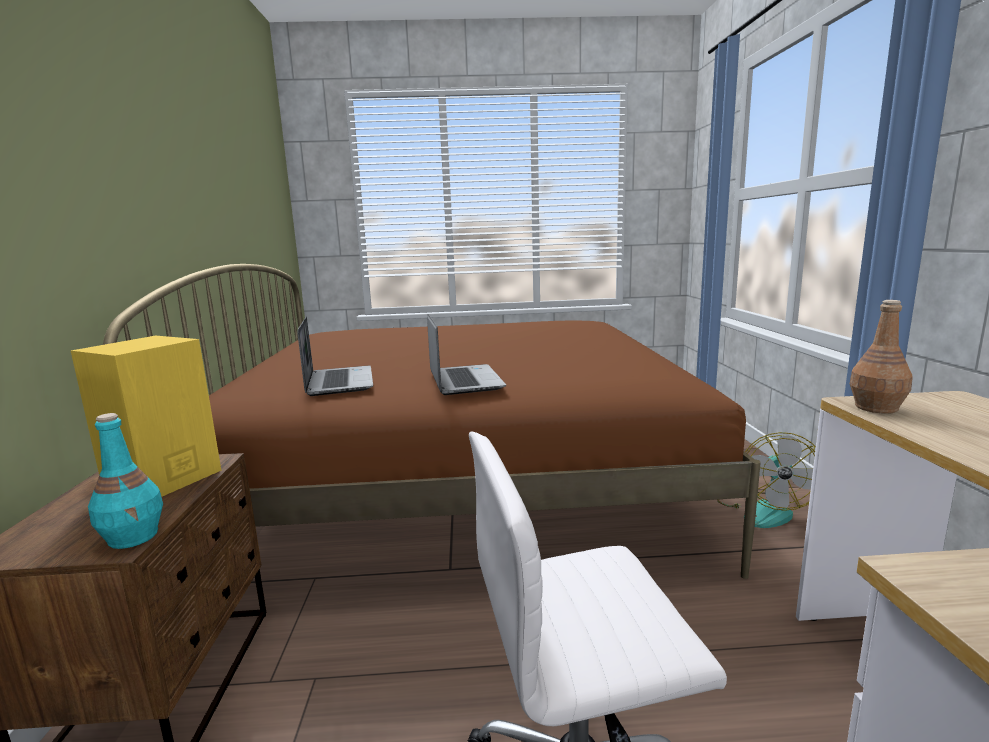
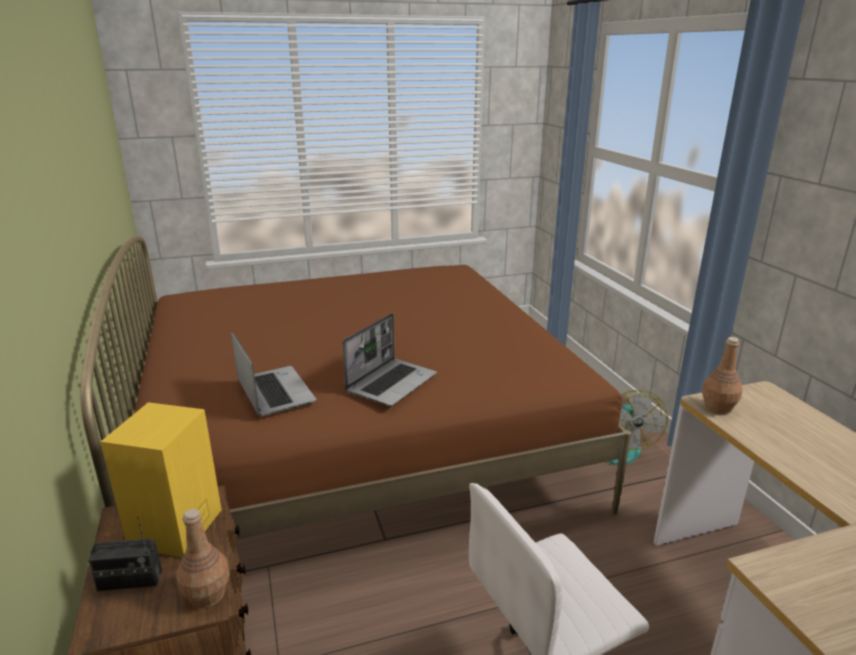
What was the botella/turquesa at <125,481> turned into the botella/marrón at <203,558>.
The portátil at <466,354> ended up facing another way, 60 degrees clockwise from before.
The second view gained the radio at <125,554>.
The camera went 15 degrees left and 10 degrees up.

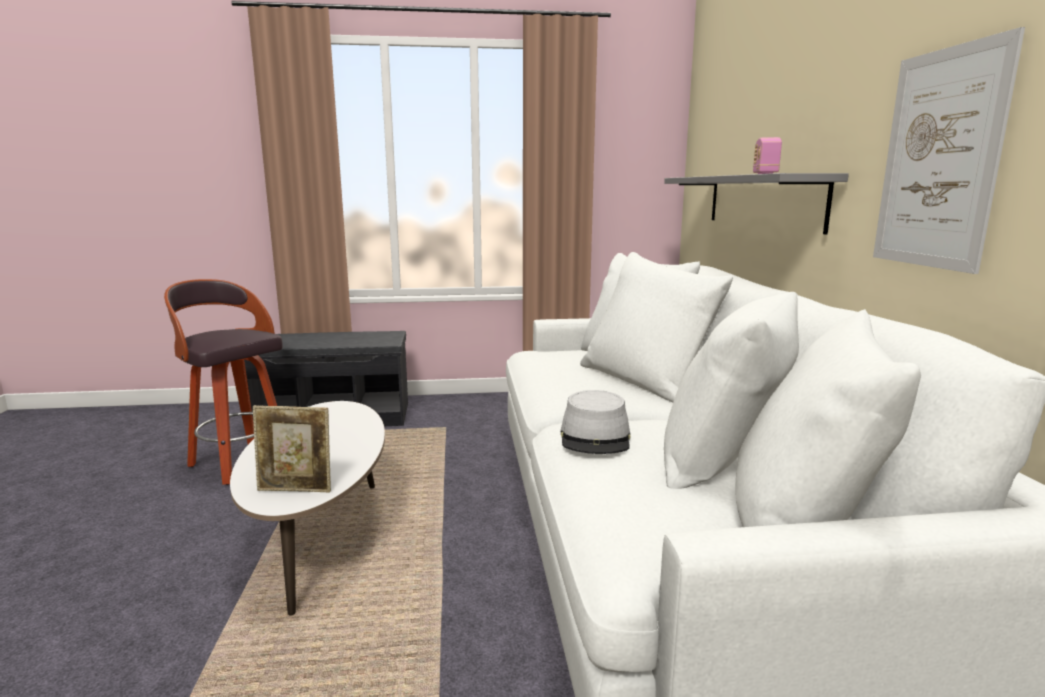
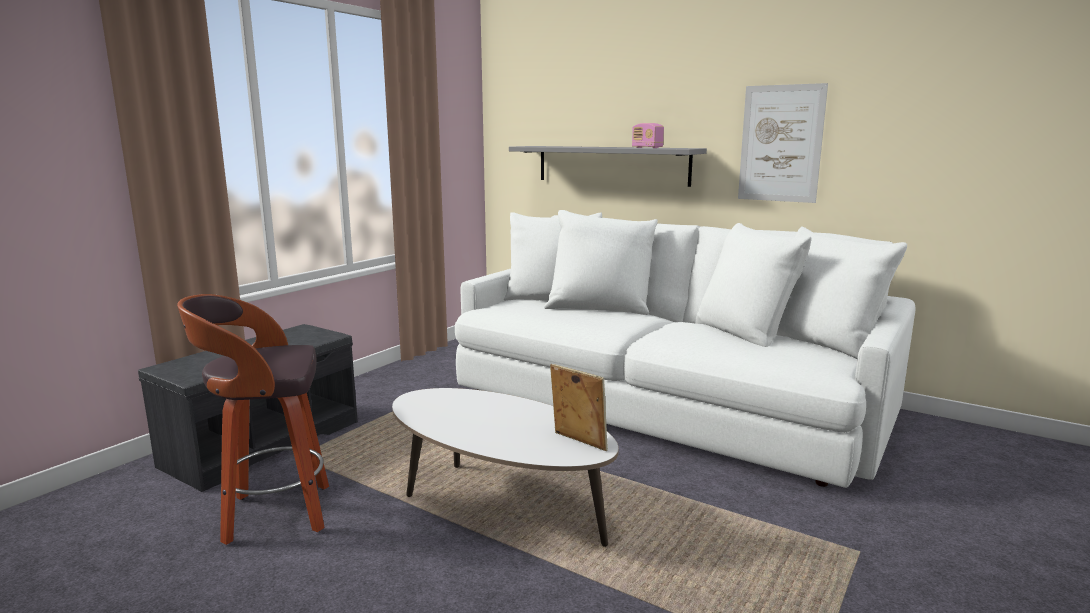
The portarretratos at <292,448> ended up facing another way, 90 degrees counterclockwise from before.
The second view lost the sombrero/gris at <595,422>.
The camera went 50 degrees left and 0 degrees up.

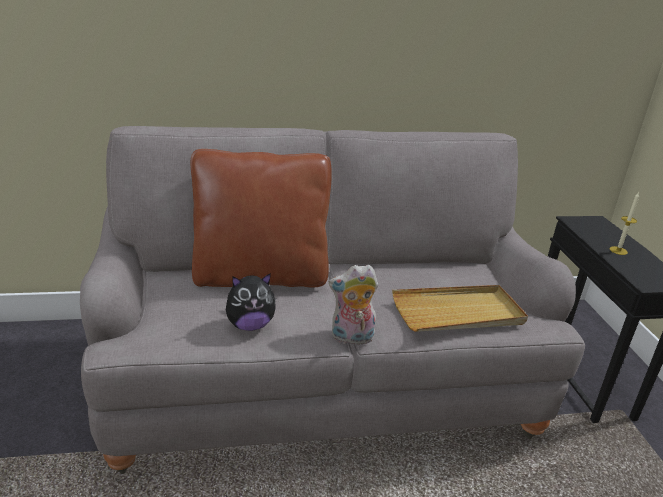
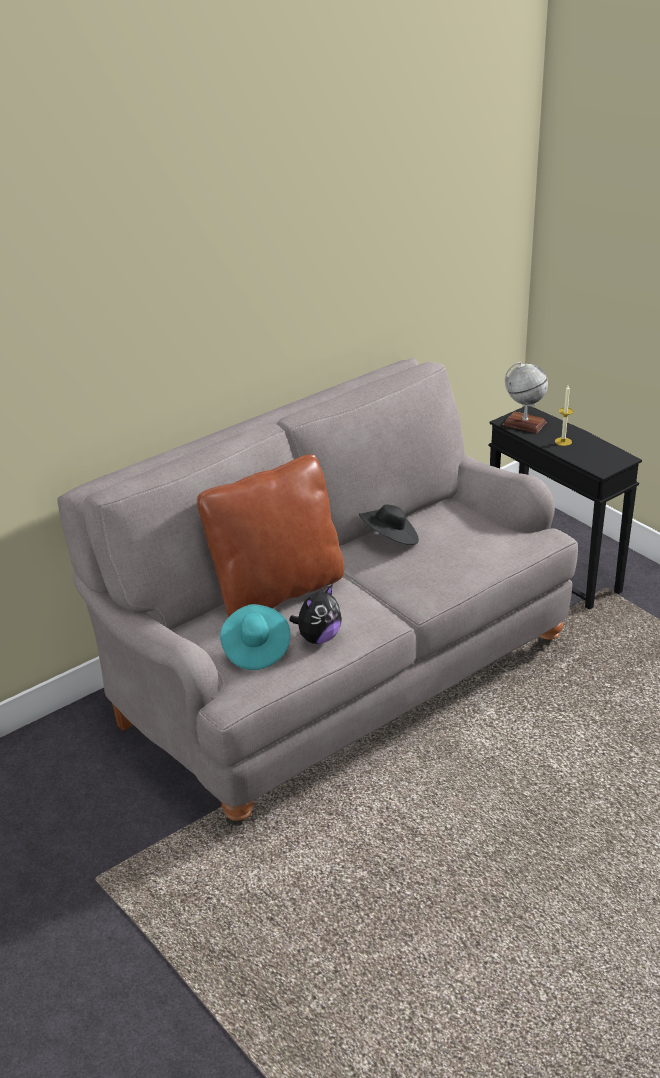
The second view lost the peluche at <353,305>.
The second view lost the bandeja/beis at <460,308>.
The second view gained the sombrero/turquesa at <255,637>.
The second view gained the sombrero/negro at <389,525>.
The second view gained the globo terráqueo at <525,397>.
The camera went 25 degrees left and 5 degrees up.

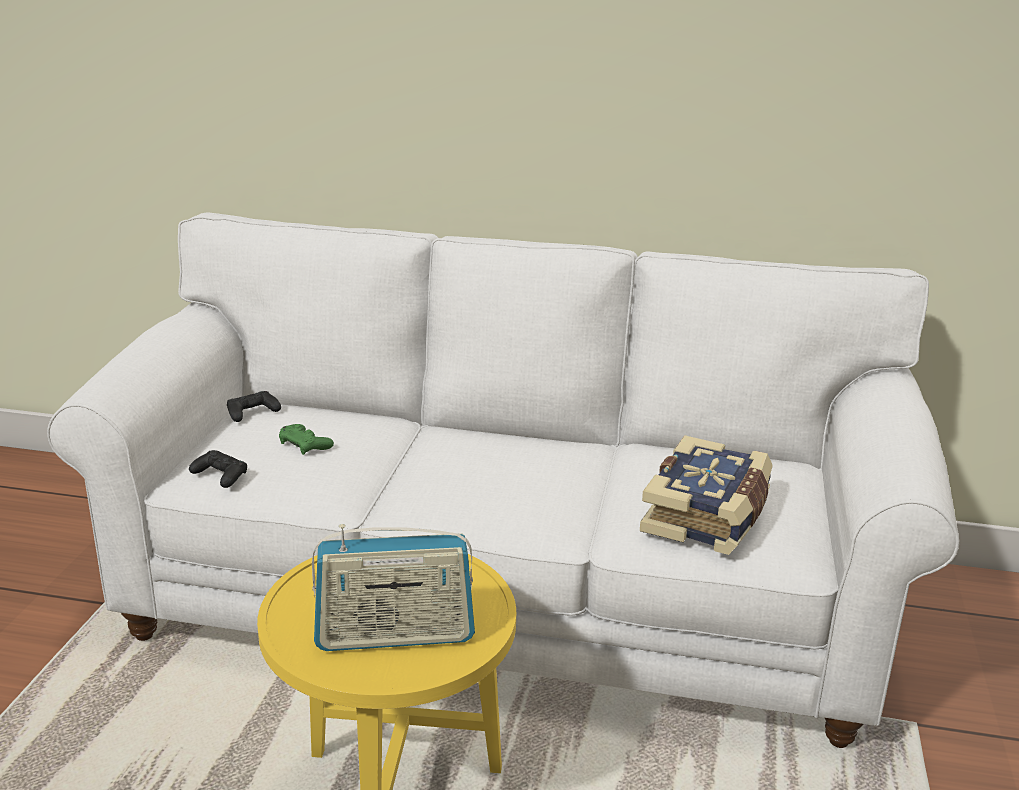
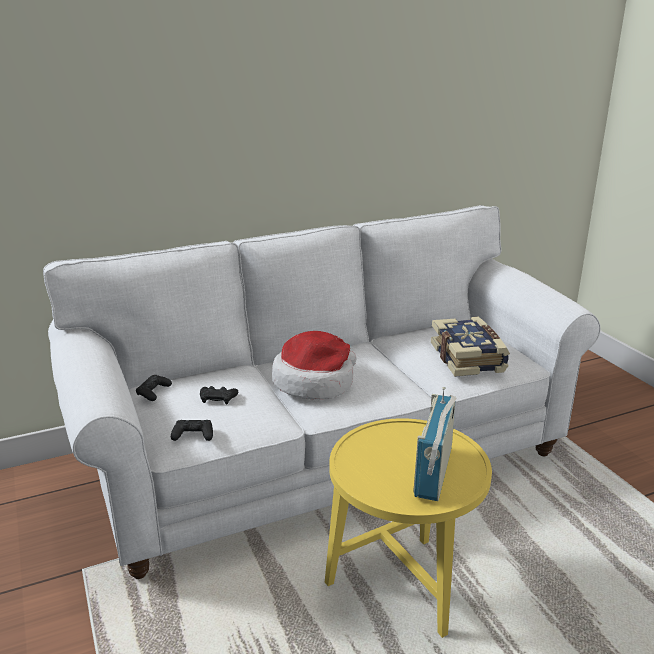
What was the mando de consola/verde at <306,439> turned into the mando de consola/negro at <219,395>.
The radio at <393,587> ended up facing another way, 150 degrees clockwise from before.
The second view gained the sombrero at <314,365>.
The camera went 35 degrees left and 0 degrees up.

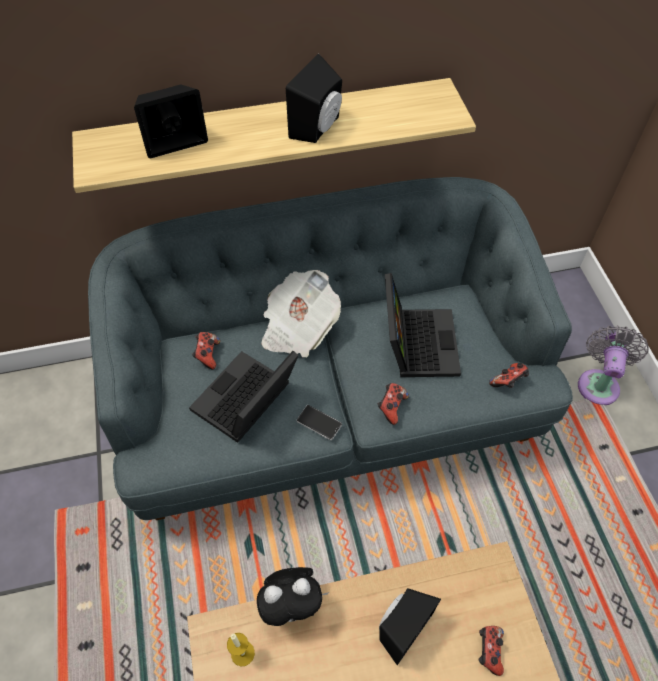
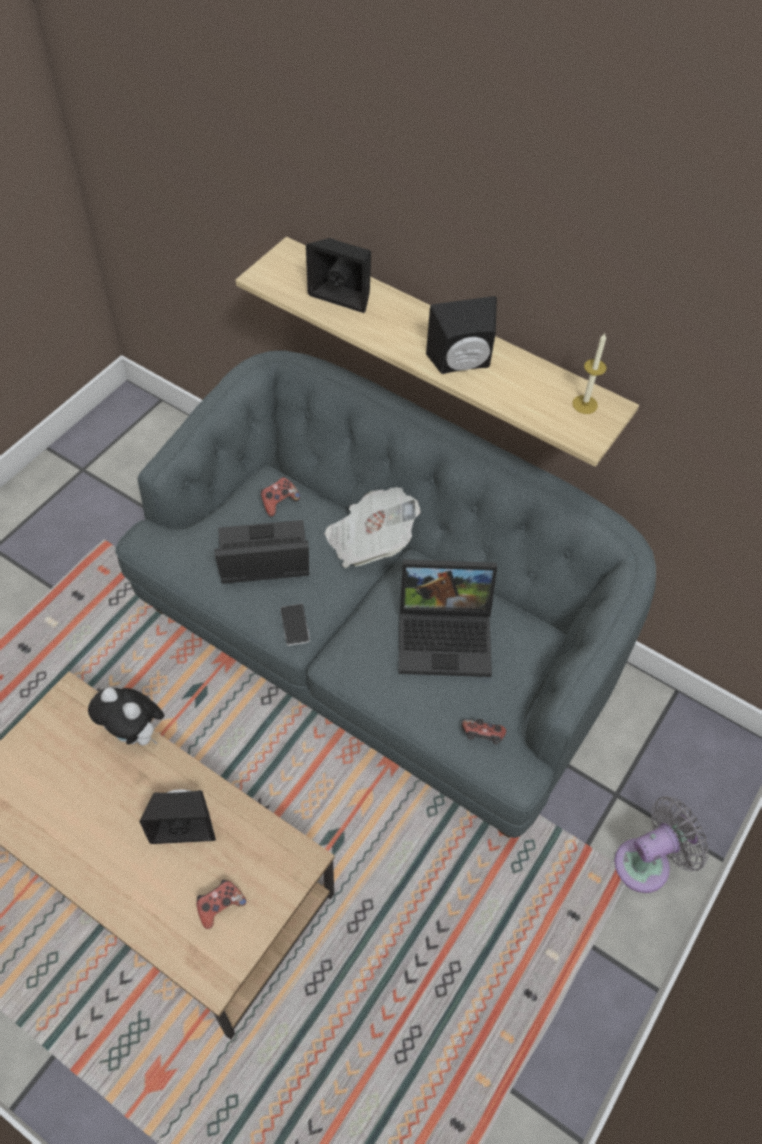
The vela ended up elsewhere, having gone from <241,649> to <589,373>.
The second view lost the mando de consola at <393,404>.
The portátil at <423,325> ended up facing another way, 45 degrees clockwise from before.
The camera went 45 degrees right and 0 degrees up.

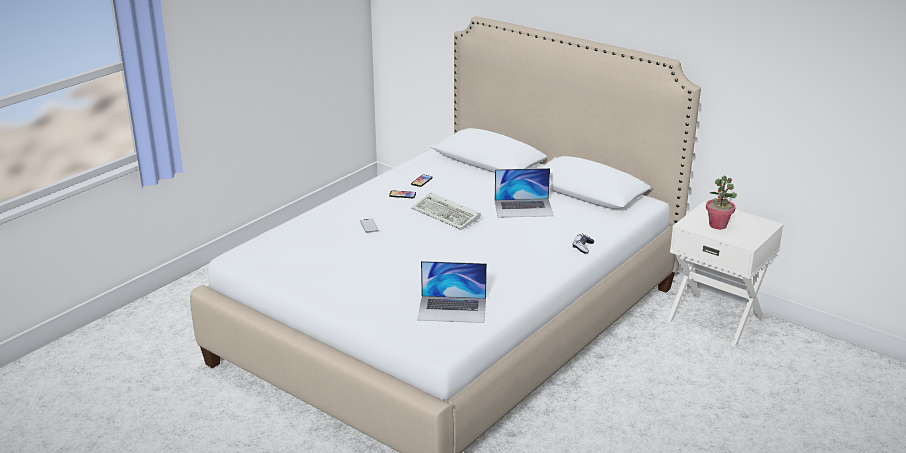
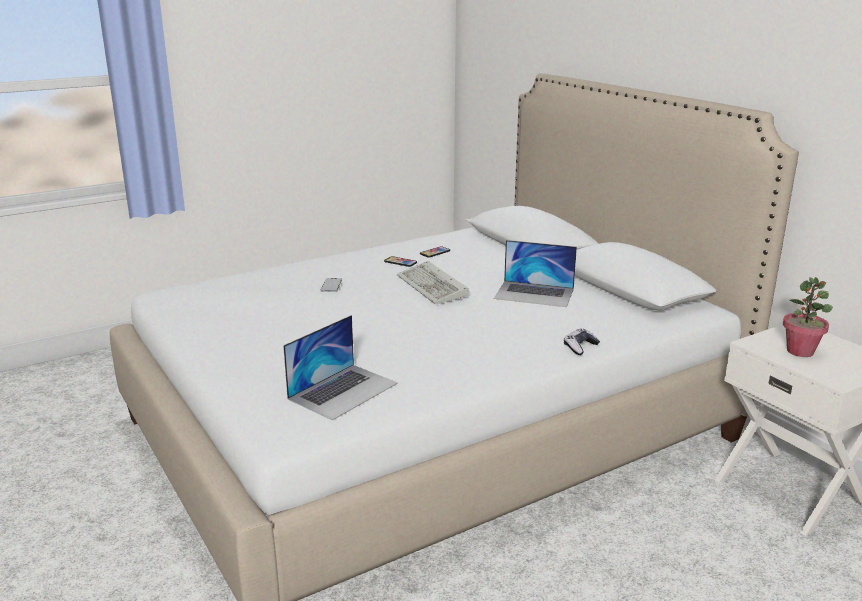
The portátil at <452,292> ended up facing another way, 75 degrees counterclockwise from before.
The camera went 20 degrees right and 5 degrees down.

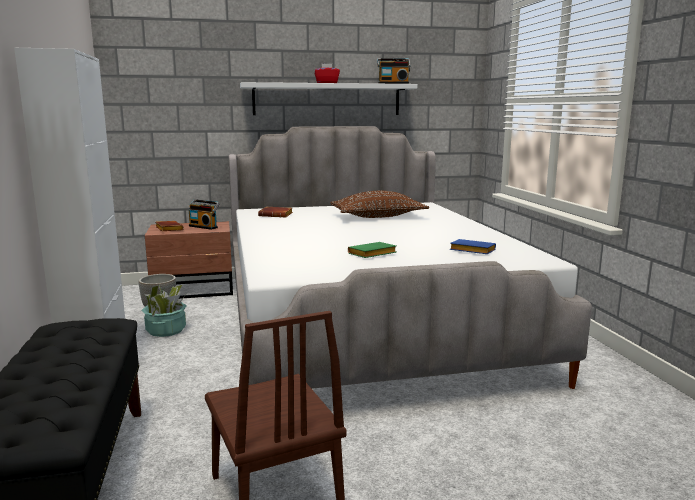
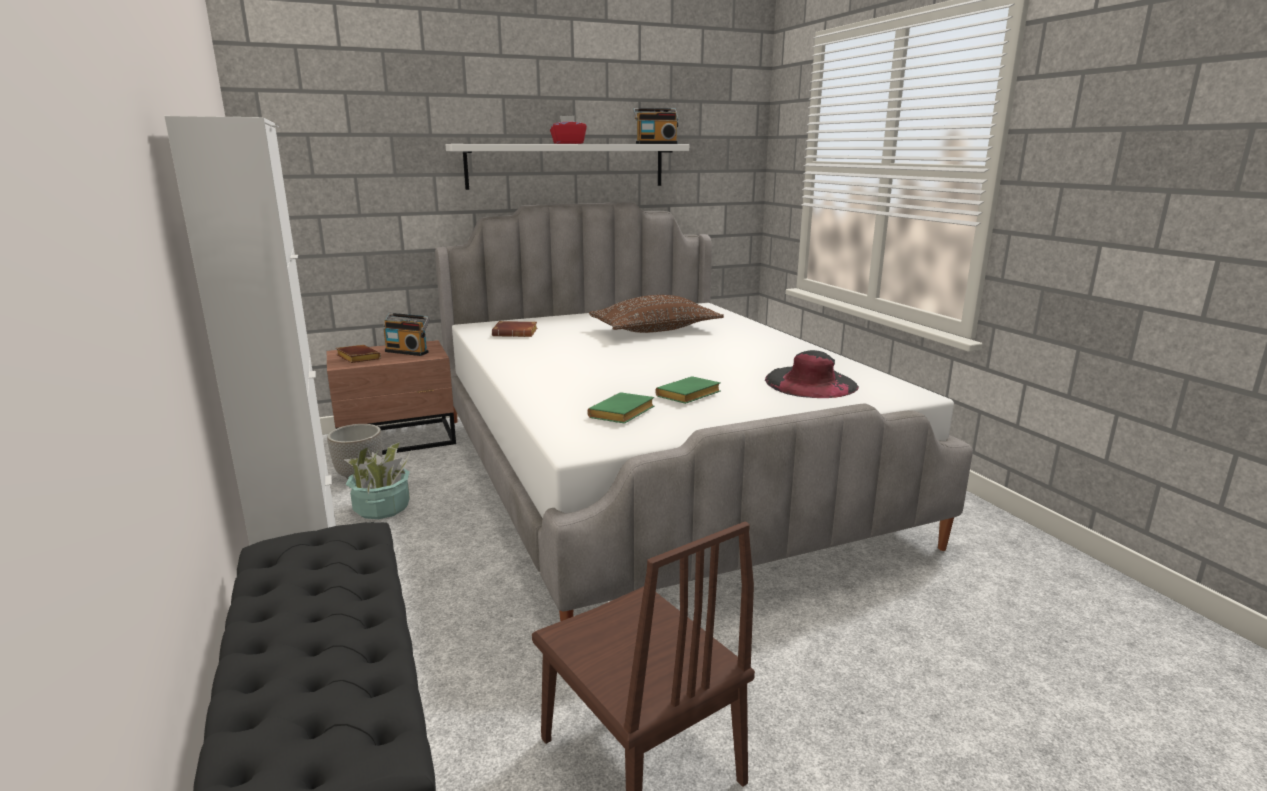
Where the libro/azul stood at <473,246>, the sombrero/negro came to stand at <812,374>.
The second view gained the libro/verde at <620,408>.
The camera went 10 degrees left and 5 degrees up.

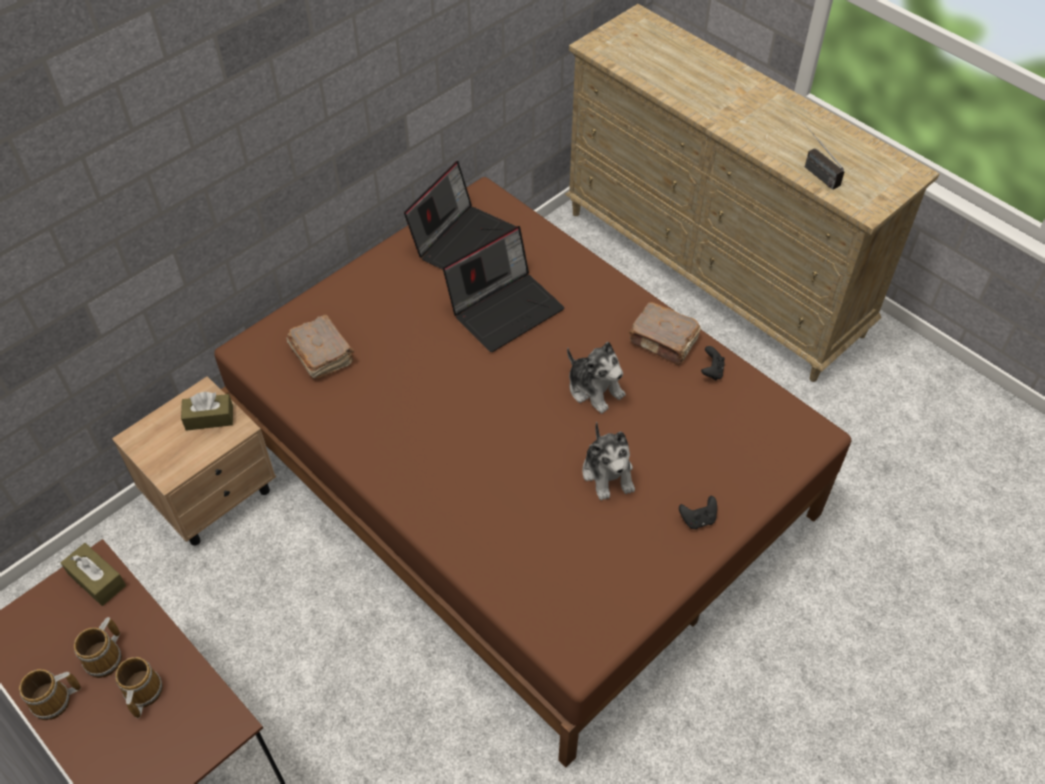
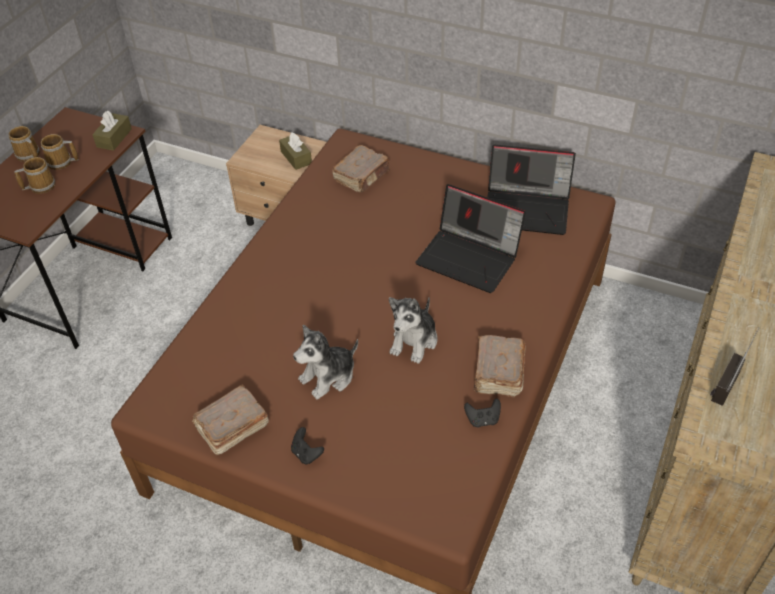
The second view gained the libro/marrón at <230,420>.
The camera went 70 degrees right and 5 degrees down.

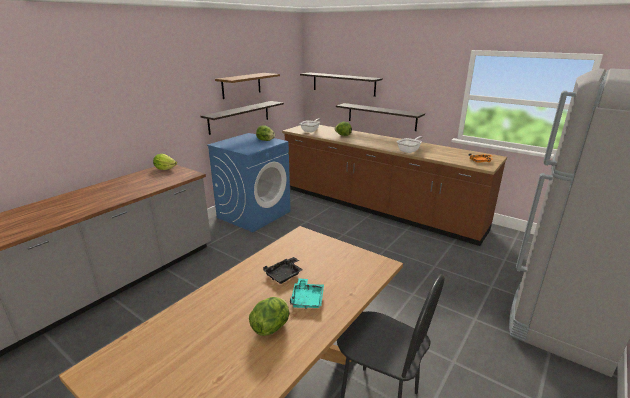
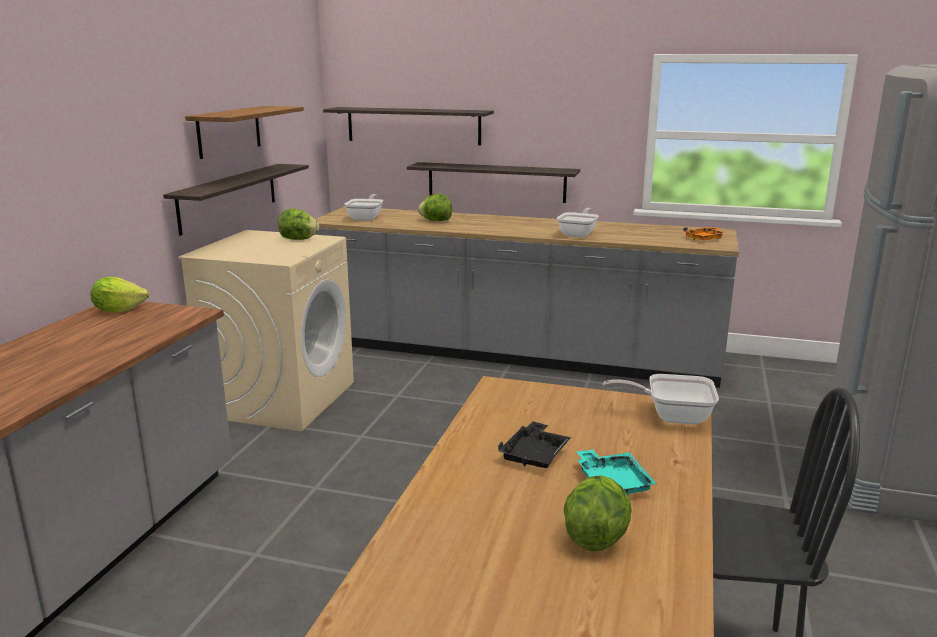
What was the lavadora/azul at <249,182> turned into the lavadora/beis at <265,330>.
What was the mueble bajo de cocina/marrón at <394,185> turned into the mueble bajo de cocina/gris at <527,297>.
The second view gained the sartén at <661,399>.
The camera went 20 degrees left and 5 degrees down.

